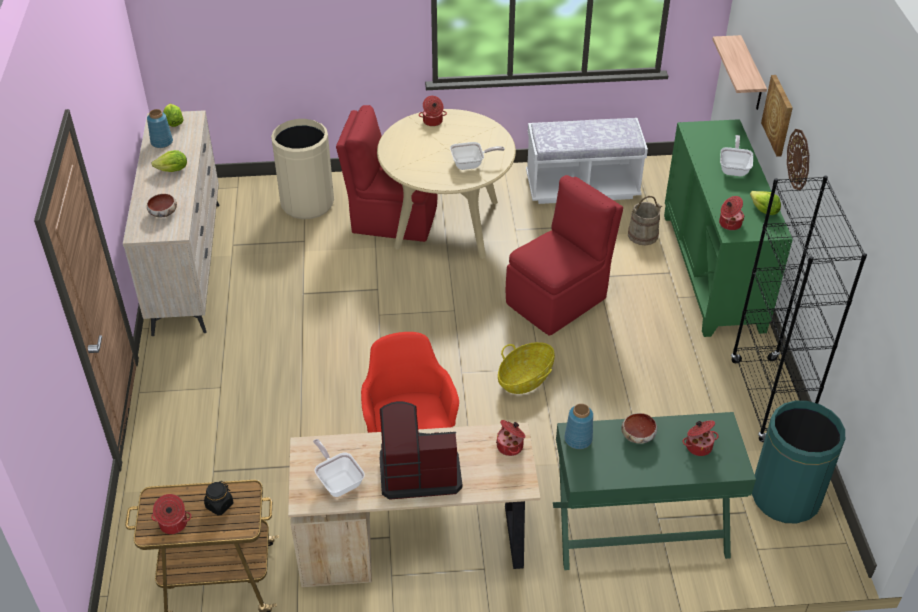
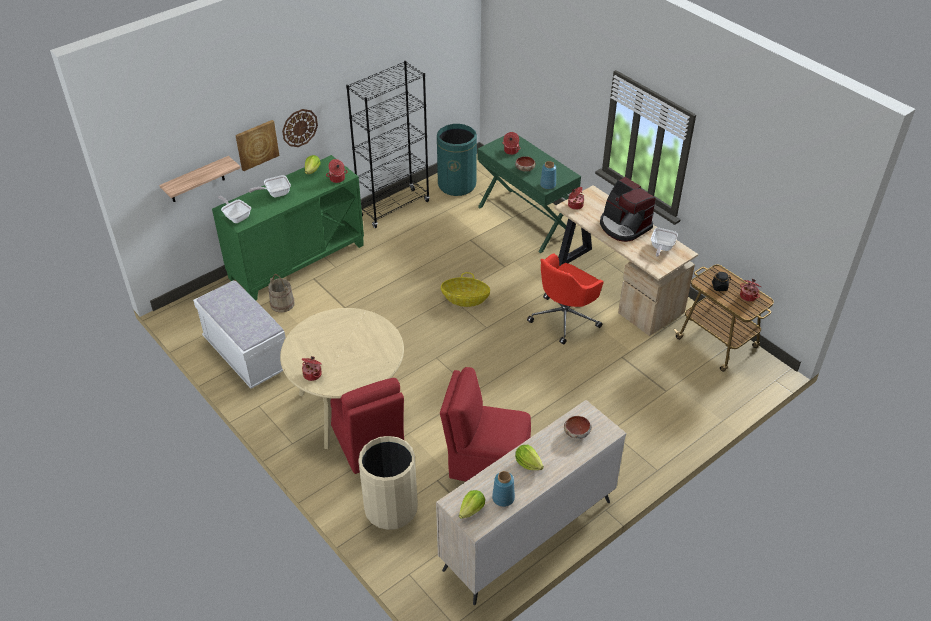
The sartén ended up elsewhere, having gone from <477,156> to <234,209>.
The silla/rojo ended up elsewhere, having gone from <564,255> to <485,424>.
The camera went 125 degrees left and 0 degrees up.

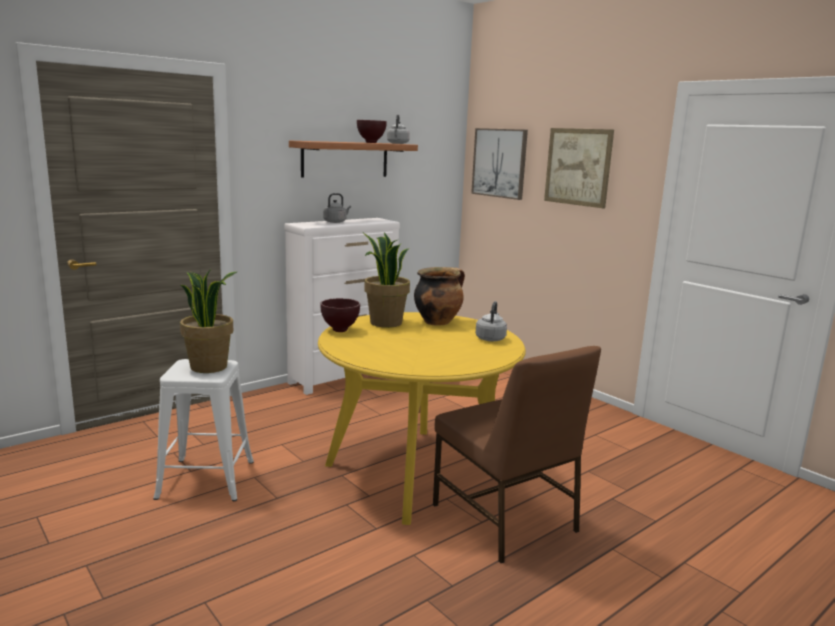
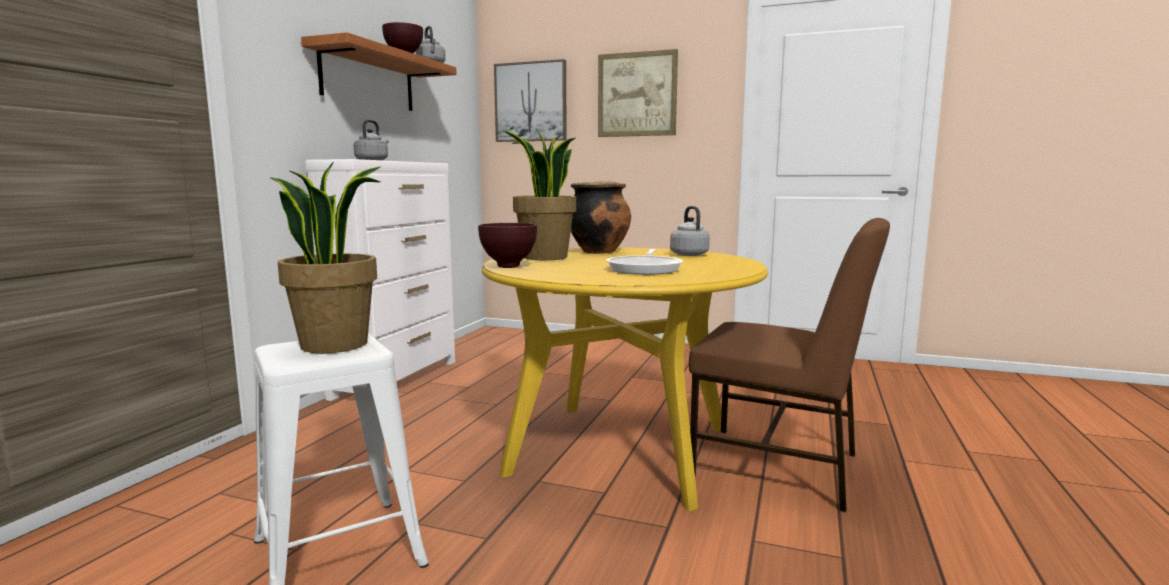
The second view gained the sartén at <644,262>.
The camera went 30 degrees left and 5 degrees down.

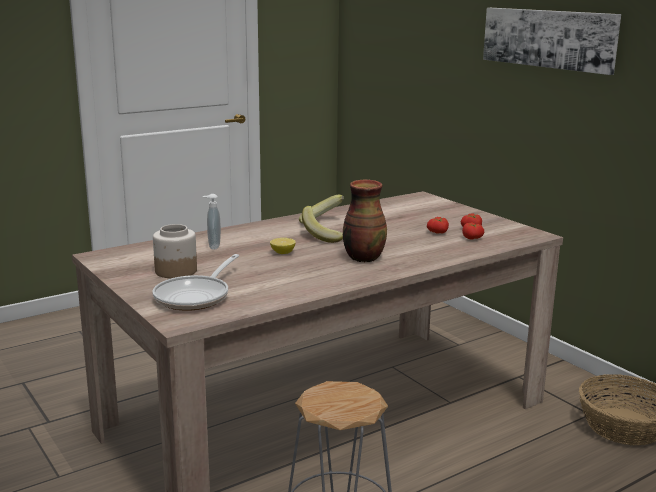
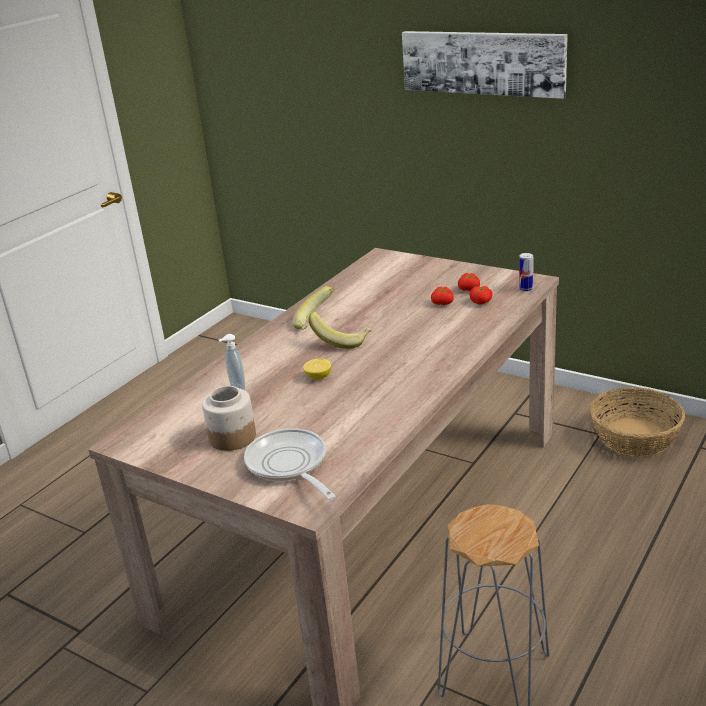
The sartén at <195,282> ended up facing another way, 150 degrees clockwise from before.
The second view lost the florero at <365,221>.
The second view gained the lata at <526,272>.
The camera went 20 degrees left and 10 degrees up.

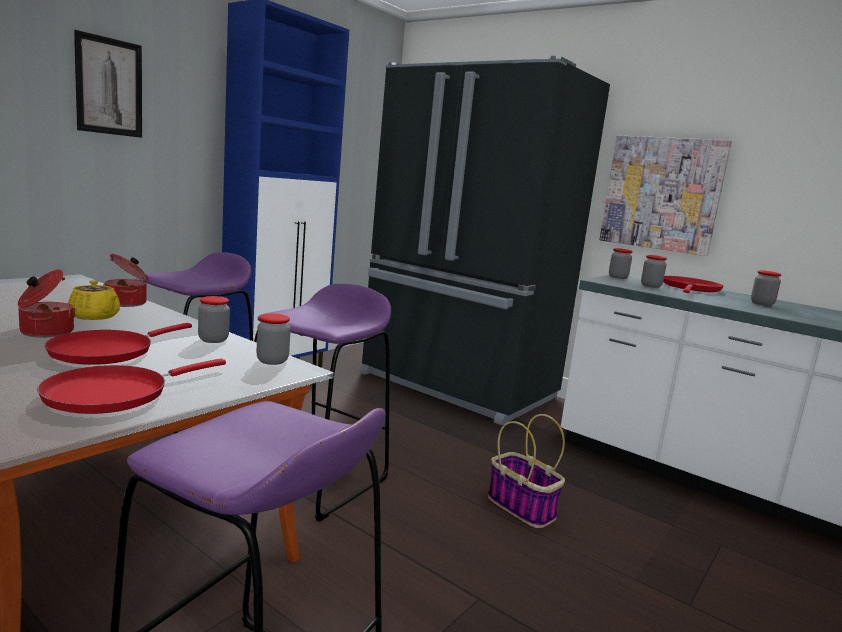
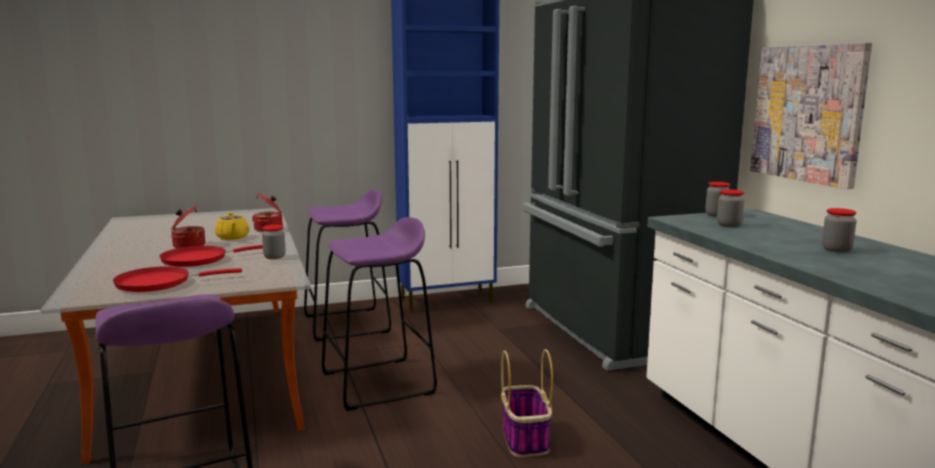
The second view lost the cuadro at <108,84>.
The second view lost the tarro at <274,339>.
The second view lost the sartén/rojo at <693,284>.
The camera went 35 degrees right and 0 degrees up.

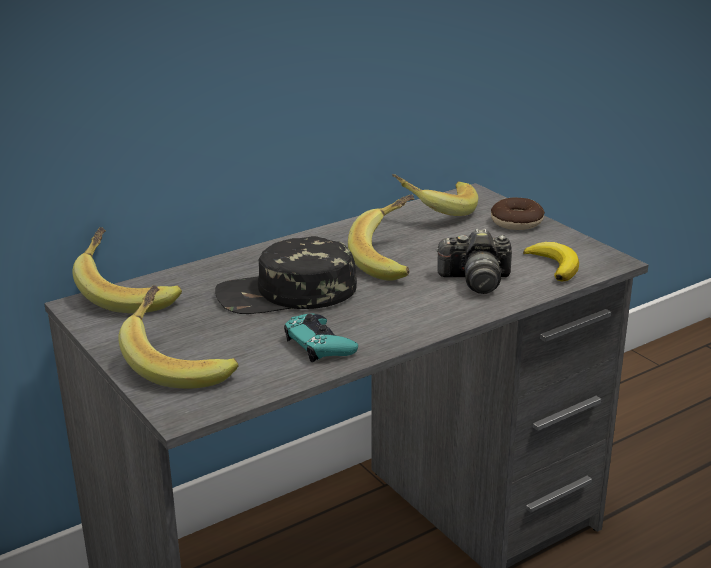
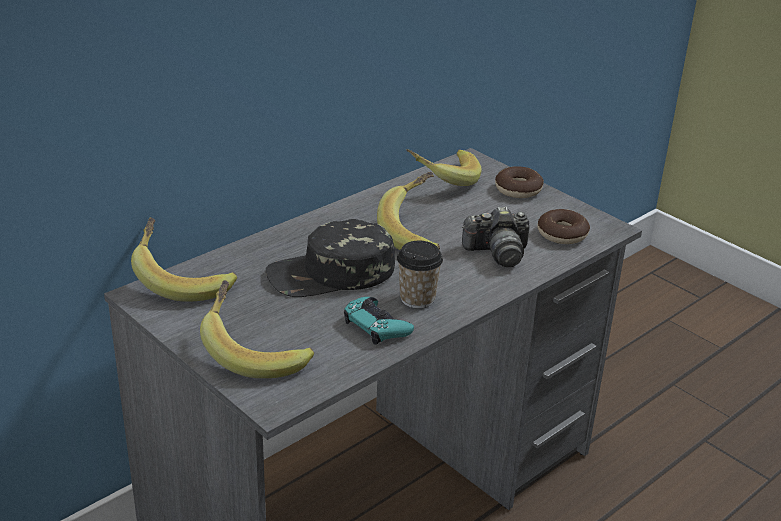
Where the plátano stood at <551,261>, the rosquilla came to stand at <564,226>.
The second view gained the taza at <420,274>.
The camera went 10 degrees left and 5 degrees up.

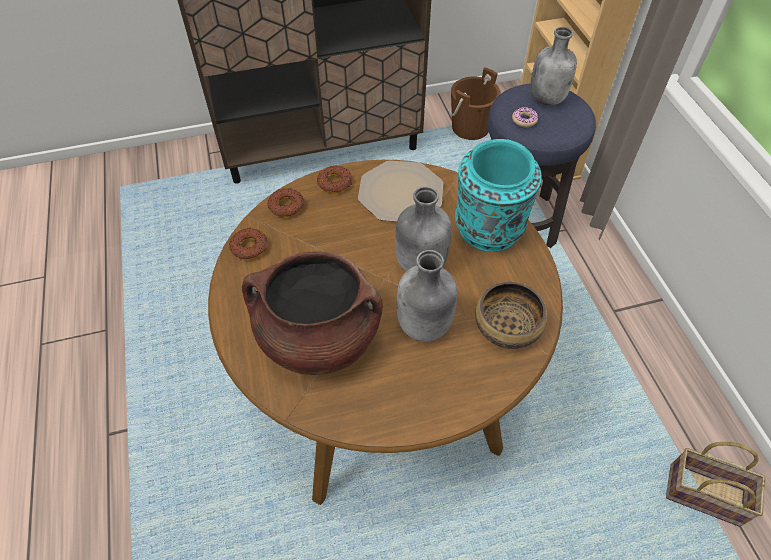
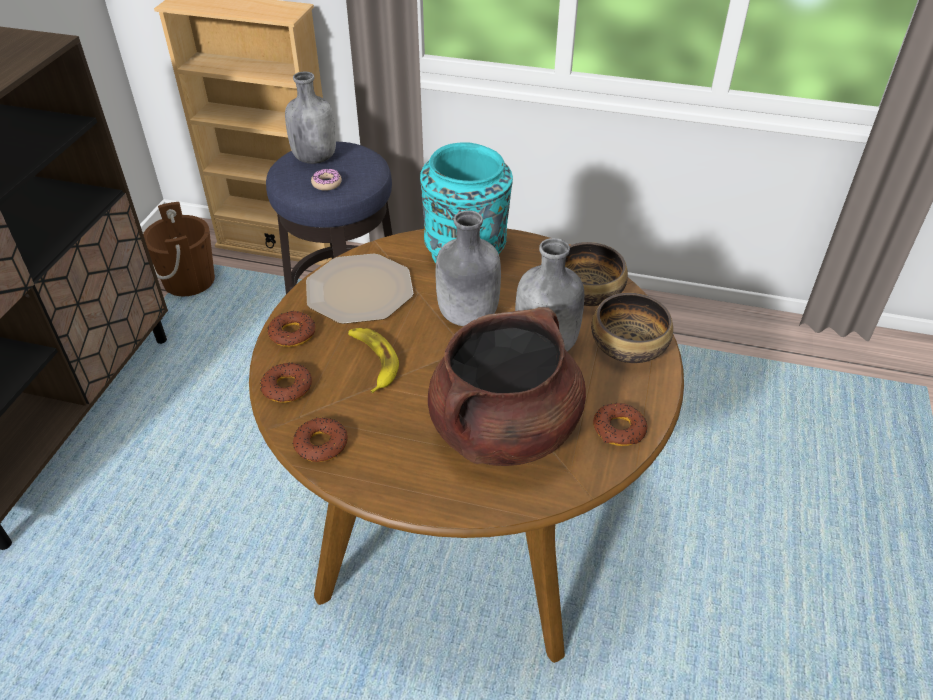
The second view lost the cesta at <715,484>.
The second view gained the plátano at <373,360>.
The second view gained the cuenco at <632,328>.
The second view gained the rosquilla at <620,424>.
The camera went 60 degrees left and 10 degrees down.

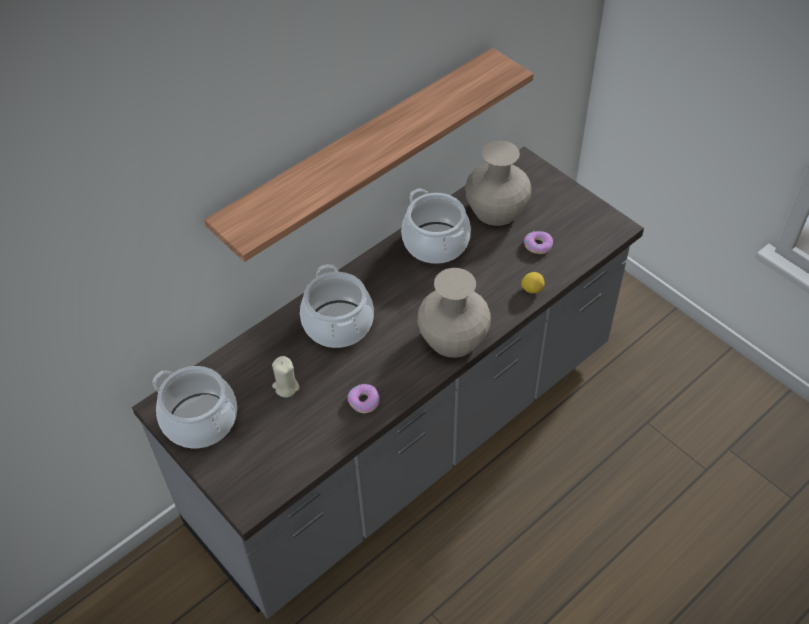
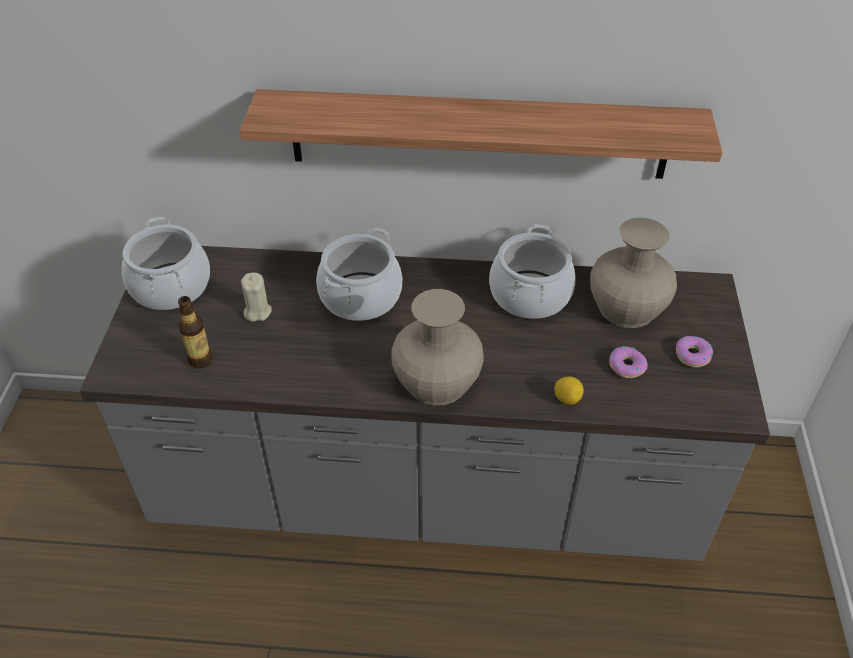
The rosquilla ended up elsewhere, having gone from <363,398> to <694,351>.
The second view gained the botella at <195,332>.
The camera went 45 degrees right and 5 degrees down.

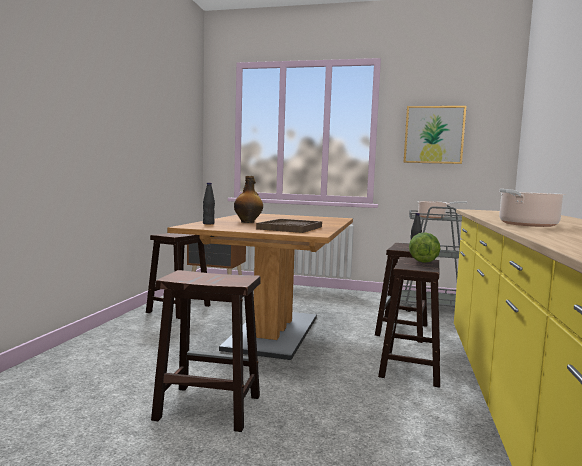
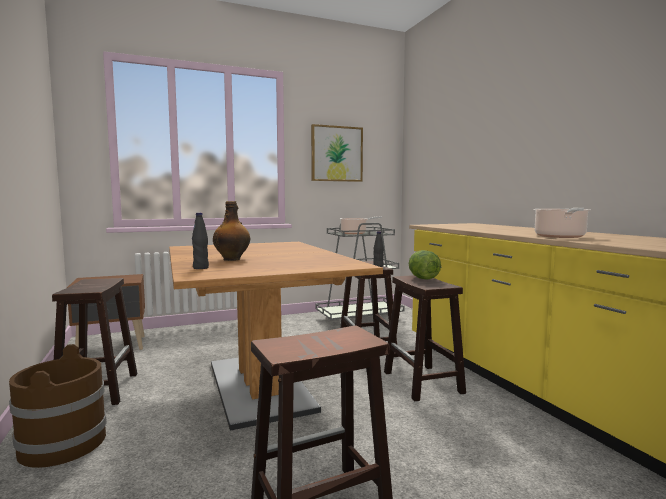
The second view lost the bandeja/marrón at <289,226>.
The second view gained the cubo/marrón at <58,406>.
The camera went 35 degrees left and 0 degrees up.

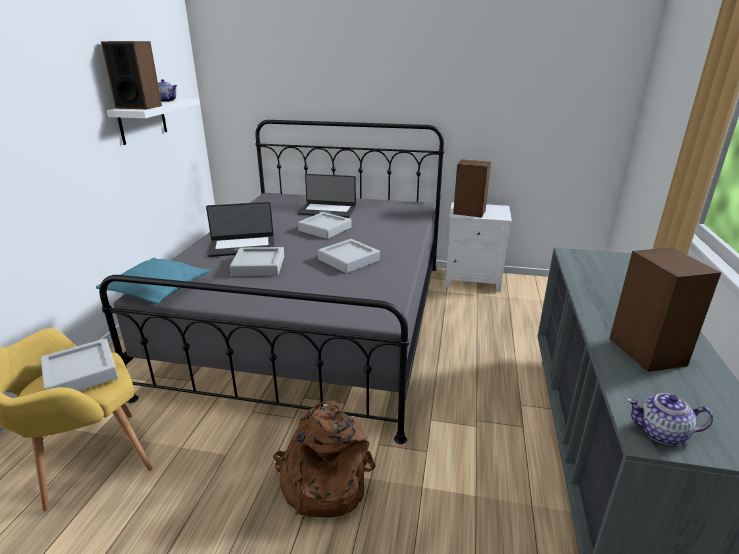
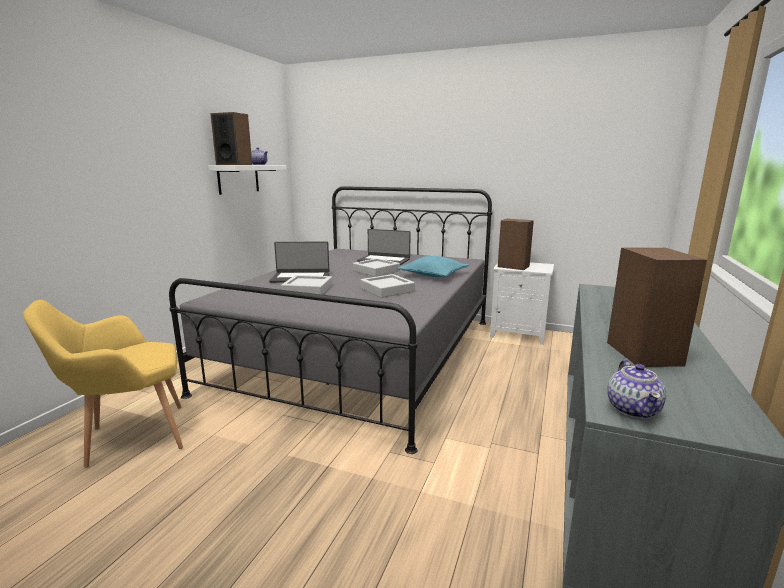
The second view lost the bandeja/gris at <80,364>.
The cojín/turquesa ended up elsewhere, having gone from <153,281> to <433,266>.
The second view lost the mochila/marrón at <324,459>.
The tetera at <670,419> ended up facing another way, 105 degrees counterclockwise from before.
The camera went 10 degrees right and 10 degrees down.

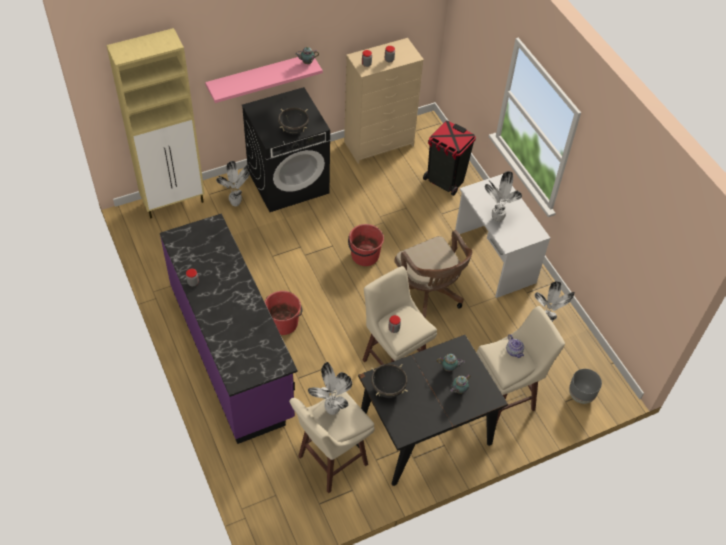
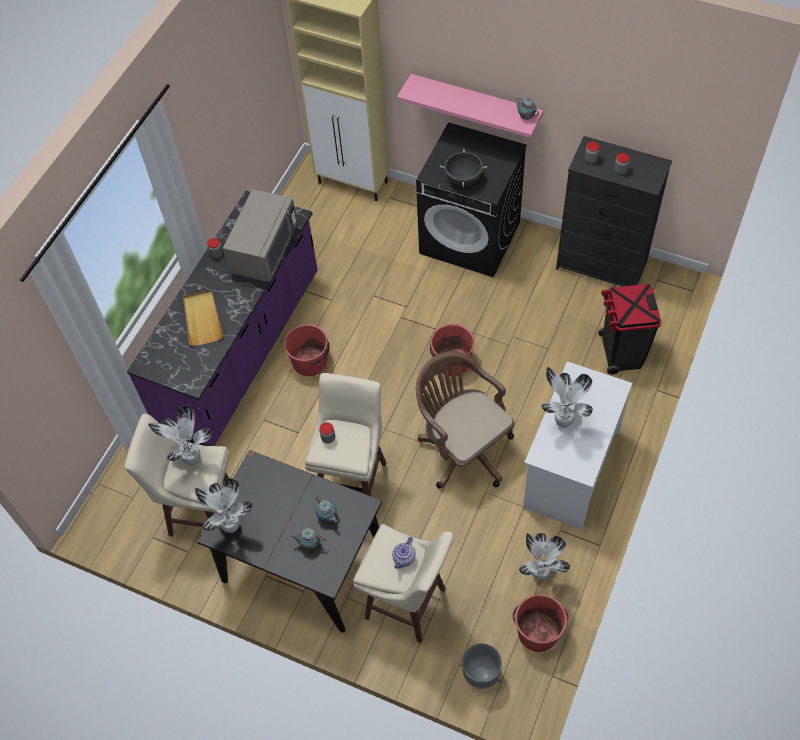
The planta en maceta ended up elsewhere, having gone from <233,183> to <223,505>.
What was the cómoda/beis at <384,101> turned into the cómoda/negro at <614,211>.
The second view lost the olla/negro at <389,381>.
The silla de oficina/marrón at <433,274> ended up facing another way, 120 degrees clockwise from before.
The second view gained the bandeja/beis at <203,318>.
The second view gained the microondas/gris at <260,235>.
The second view gained the cubo/rojo at <540,623>.
The camera went 55 degrees right and 5 degrees up.

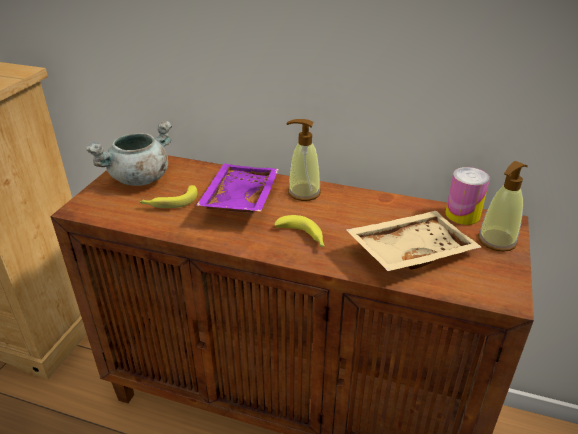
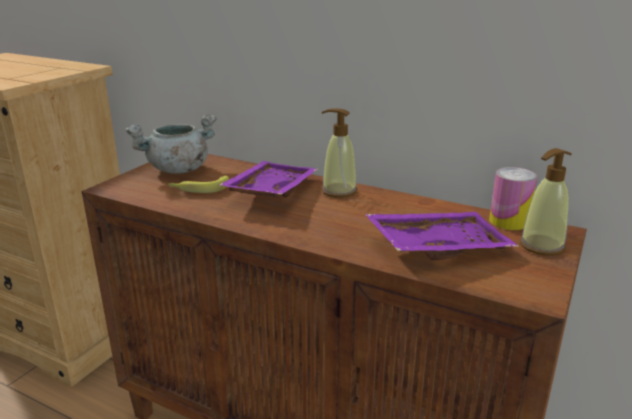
The second view lost the plátano at <300,231>.
What was the bandeja/beis at <413,241> turned into the bandeja/morado at <442,236>.
The camera went 10 degrees right and 10 degrees down.

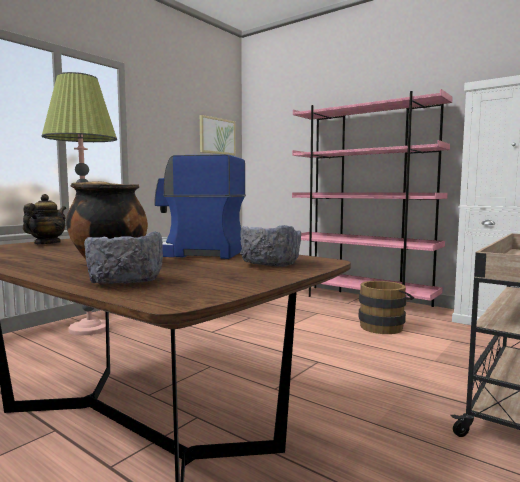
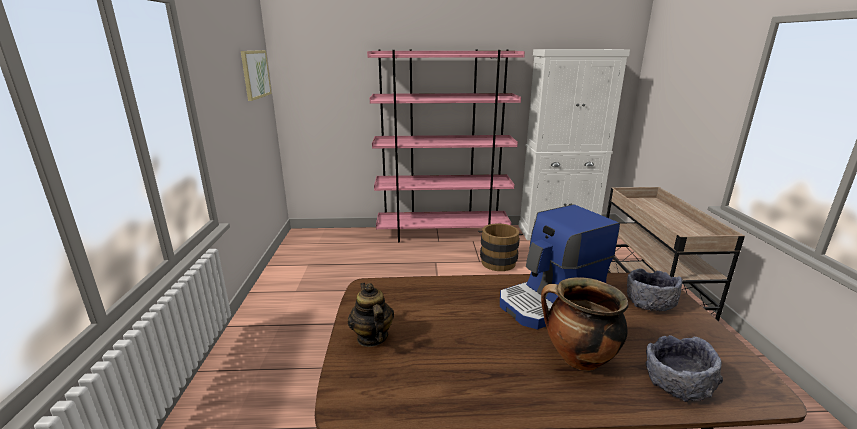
The second view lost the lámpara de pie at <79,204>.
The camera went 40 degrees left and 15 degrees up.

